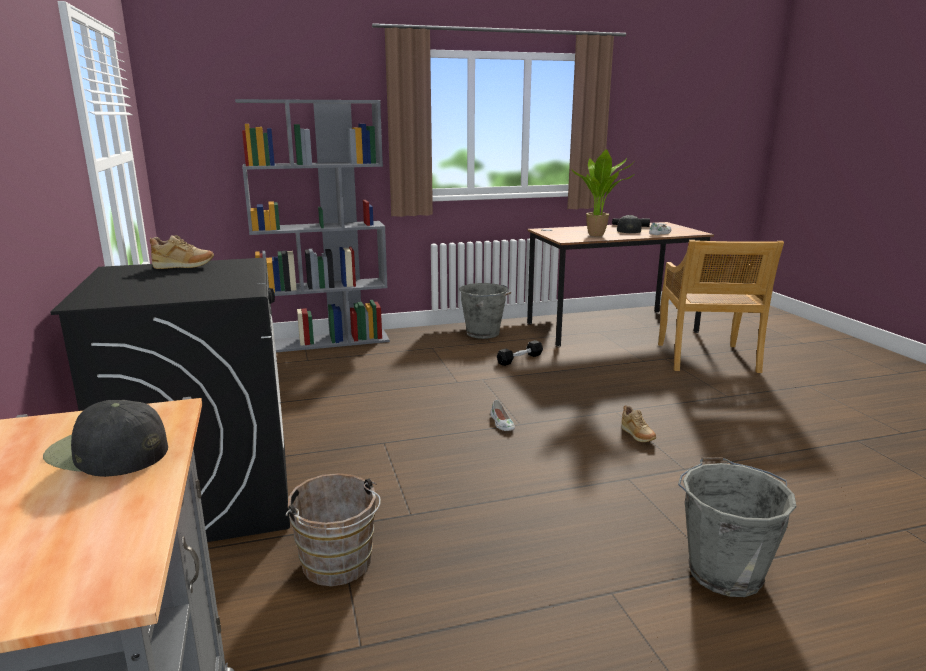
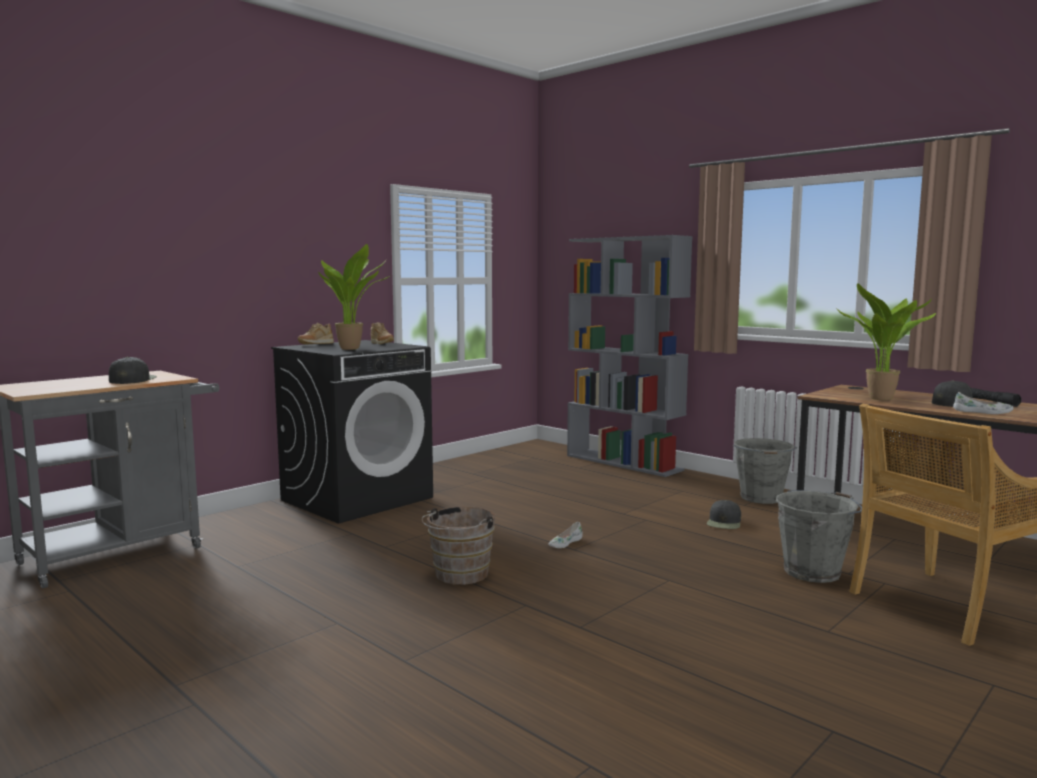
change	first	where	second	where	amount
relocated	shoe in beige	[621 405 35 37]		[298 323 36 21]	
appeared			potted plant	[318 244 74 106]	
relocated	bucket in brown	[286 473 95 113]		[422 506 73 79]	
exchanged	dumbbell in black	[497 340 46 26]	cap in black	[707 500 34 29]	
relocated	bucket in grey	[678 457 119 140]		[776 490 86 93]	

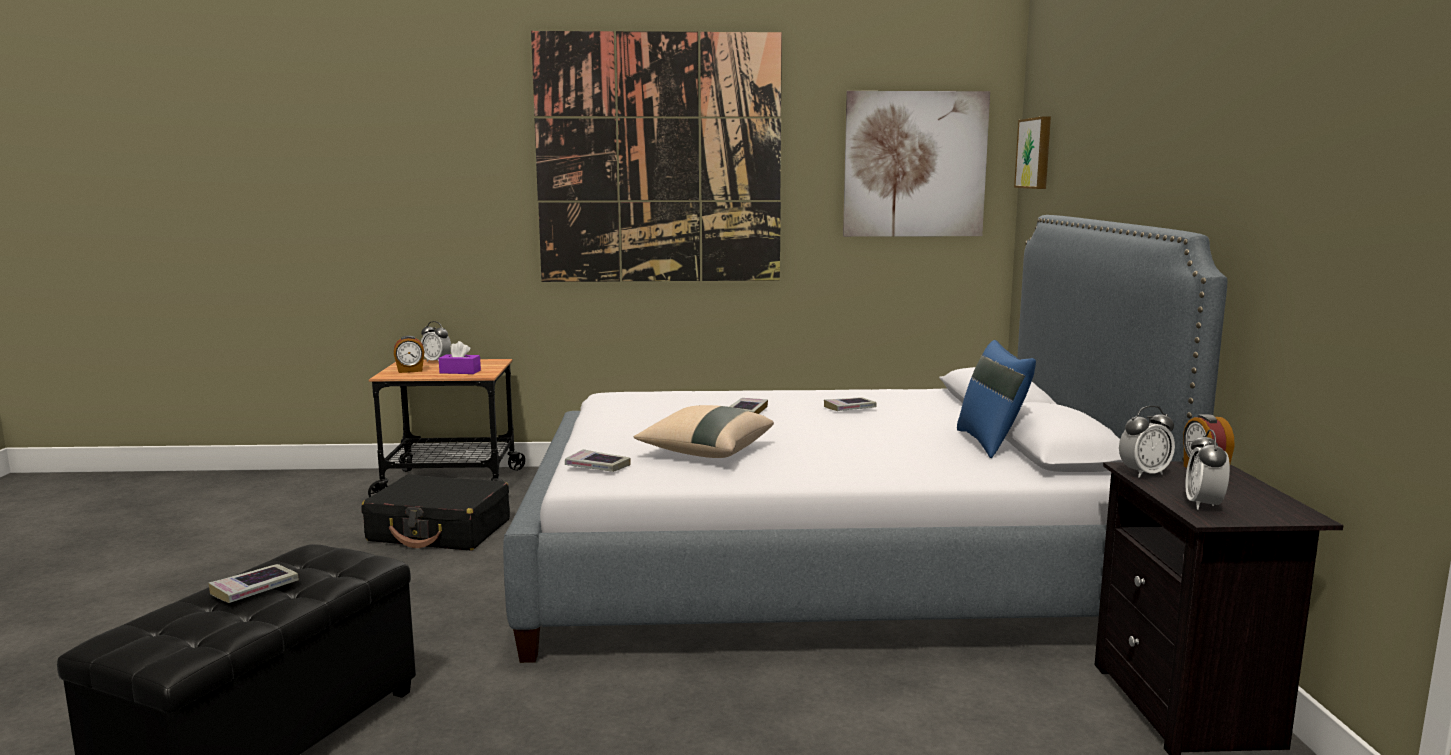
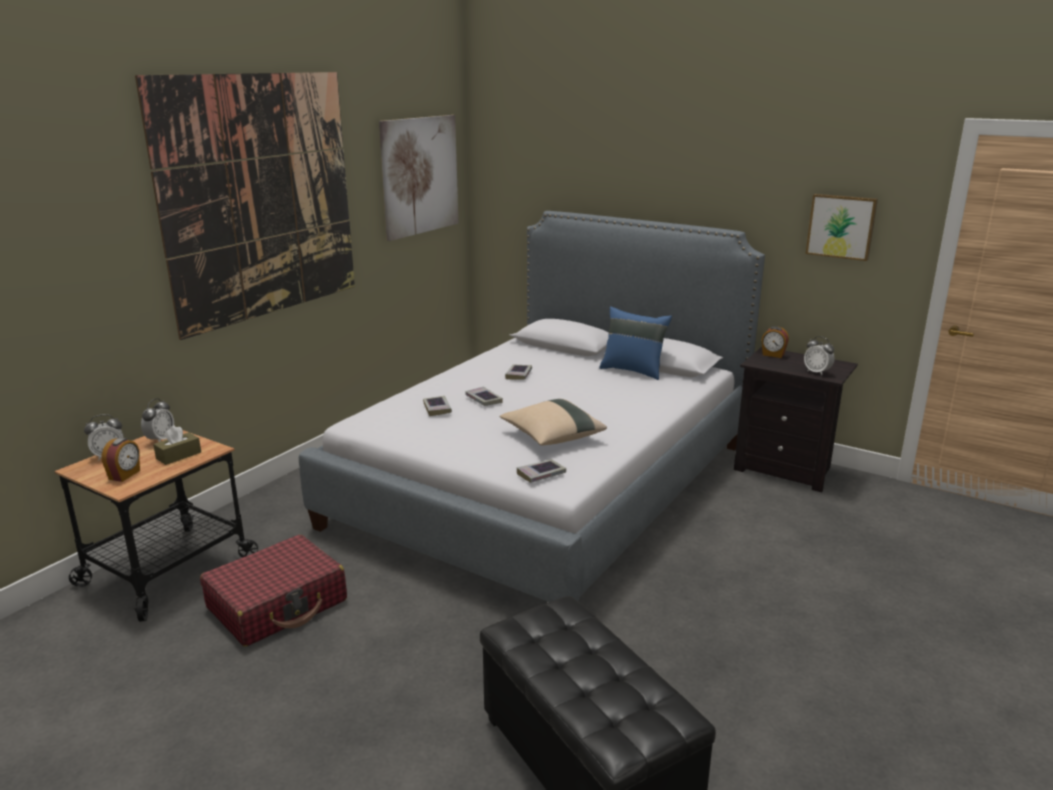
change	first	where	second	where	amount
relocated	alarm clock	[1119 406 56 72]		[141 398 33 44]	
colour	tissue box in purple	[439 341 42 33]	tissue box in brown	[153 425 48 40]	
colour	suitcase in black	[361 474 149 77]	suitcase in red	[200 535 147 112]	
relocated	book	[208 564 91 39]		[423 396 29 20]	
relocated	picture	[1014 116 37 73]		[806 194 72 67]	

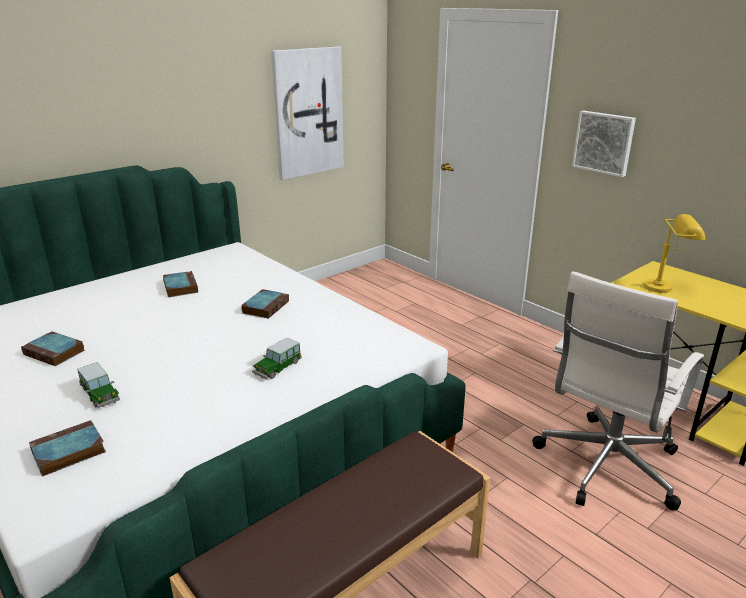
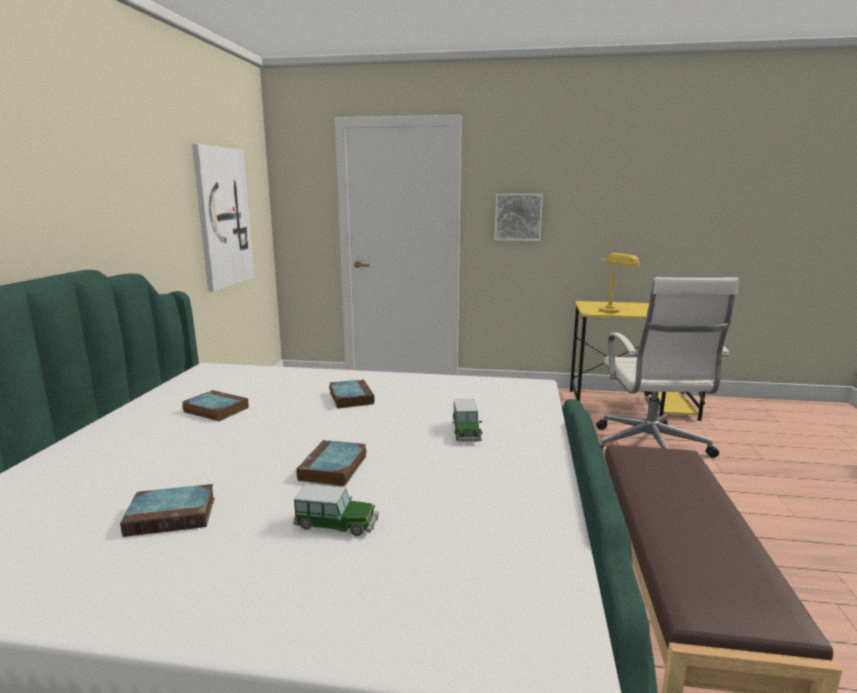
change	first	where	second	where	amount
relocated	book	[29 420 77 57]		[296 440 71 47]	

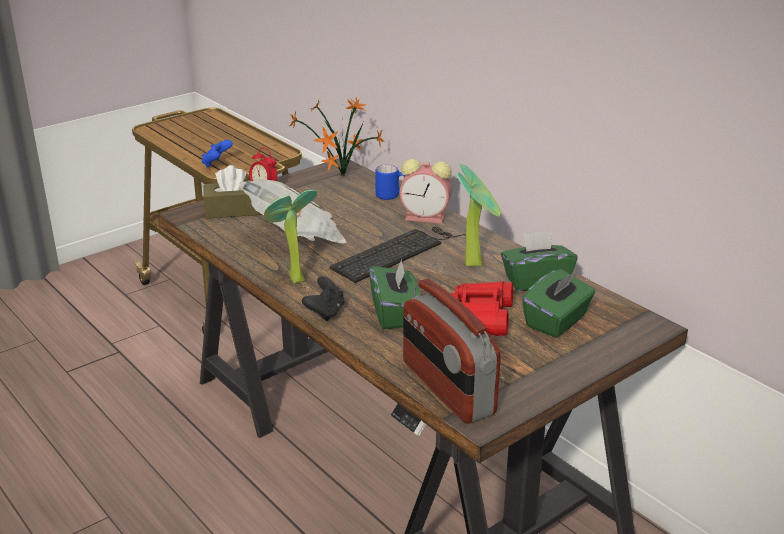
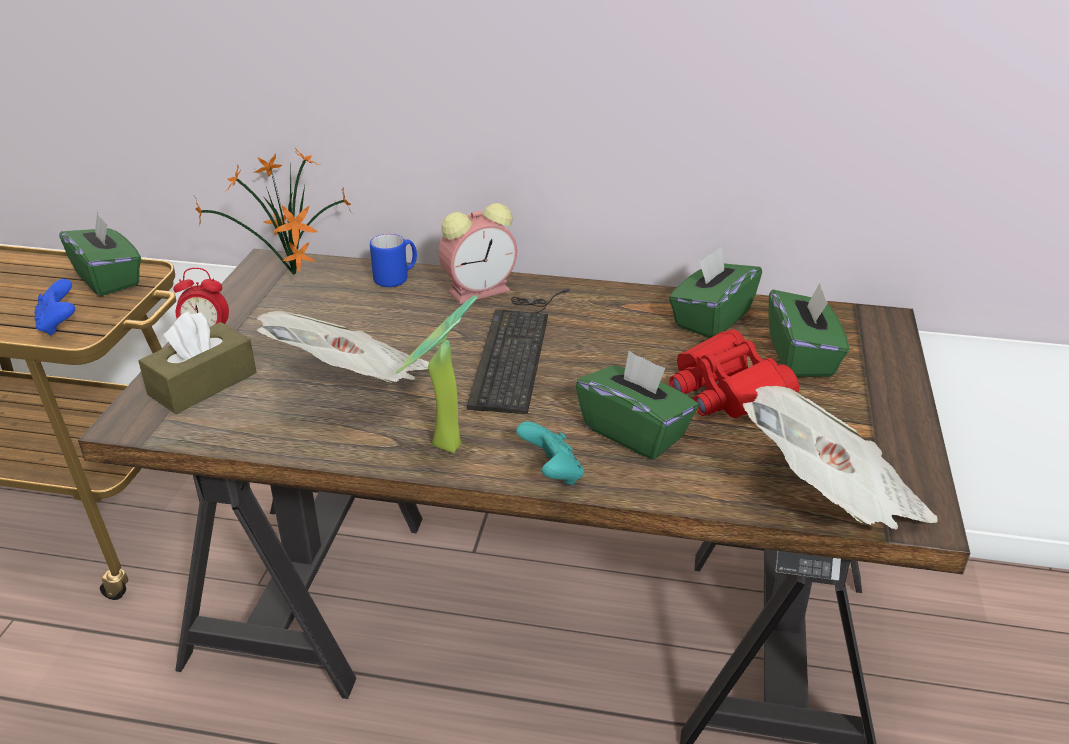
change	first	where	second	where	amount
appeared			tissue box in green	[59 212 82 84]	
colour	game controller in black	[302 276 42 45]	game controller in turquoise	[516 421 68 64]	
exchanged	radio	[403 279 98 145]	newspaper	[743 386 195 144]	
missing	potted plant	[457 164 44 103]			

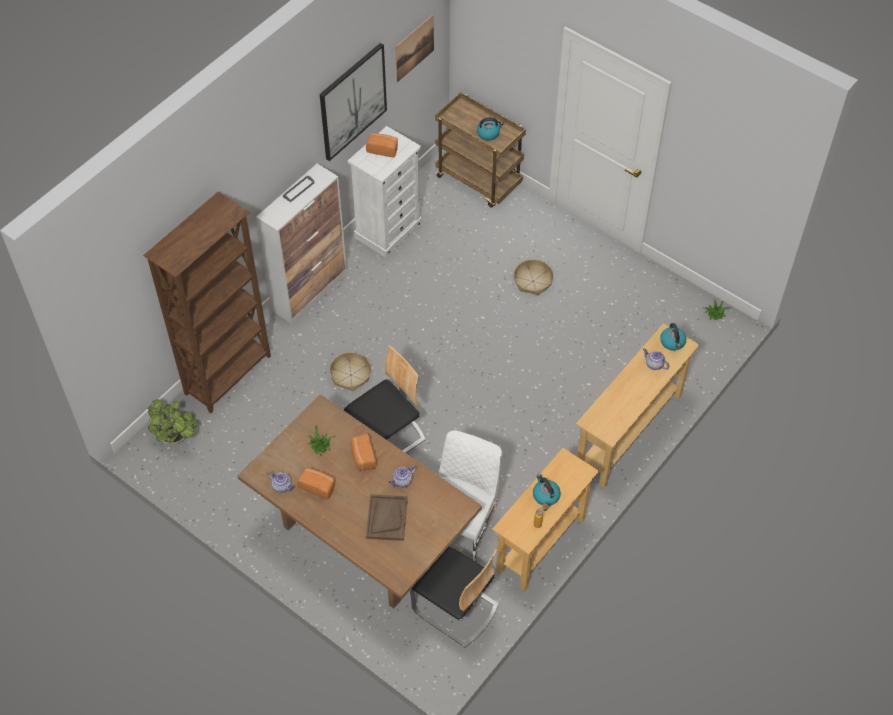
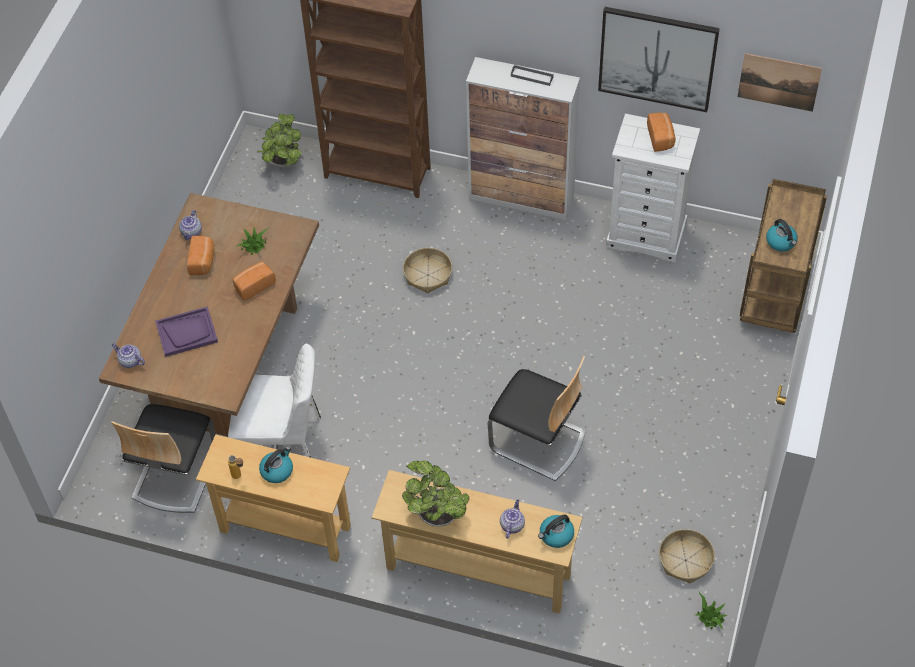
change	first	where	second	where	amount
relocated	teapot	[389 465 27 23]		[112 343 33 25]	
colour	tray in brown	[366 494 42 47]	tray in purple	[155 306 63 51]	
appeared			potted plant	[402 461 67 66]	
relocated	chair	[344 345 82 108]		[487 356 99 125]	
relocated	basket	[514 259 40 36]		[659 529 56 54]	

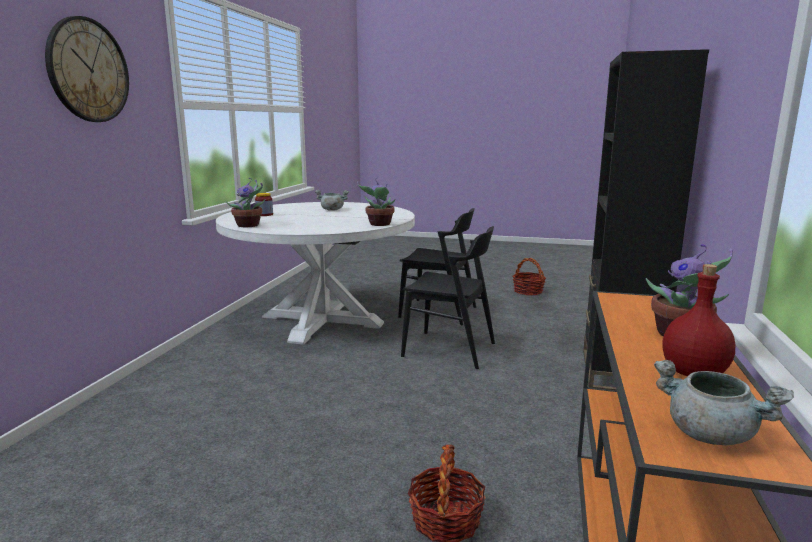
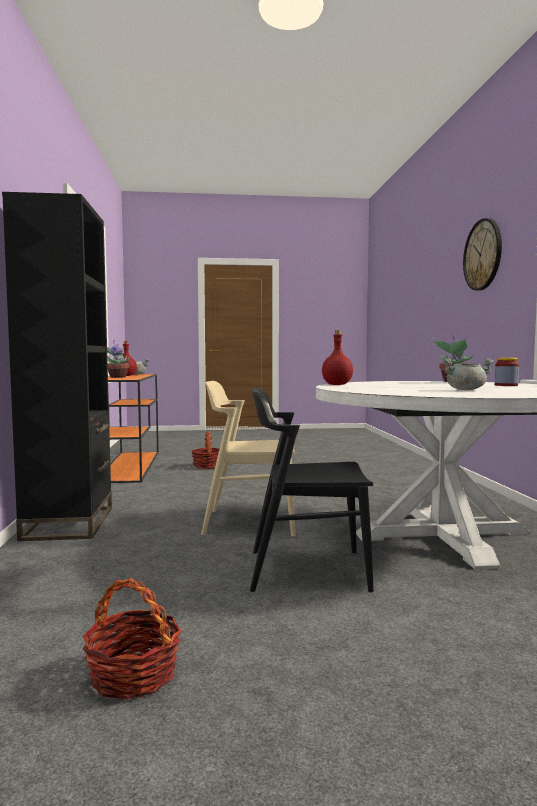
change	first	where	second	where	amount
colour	chair in black	[401 226 94 143]	chair in beige	[201 381 94 155]	
exchanged	potted plant	[357 178 38 48]	bottle in red	[322 330 31 55]	

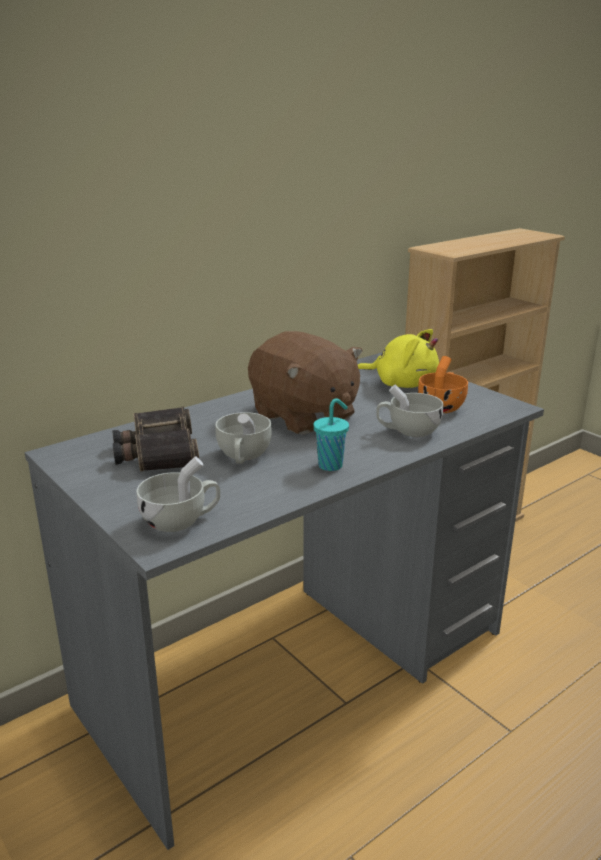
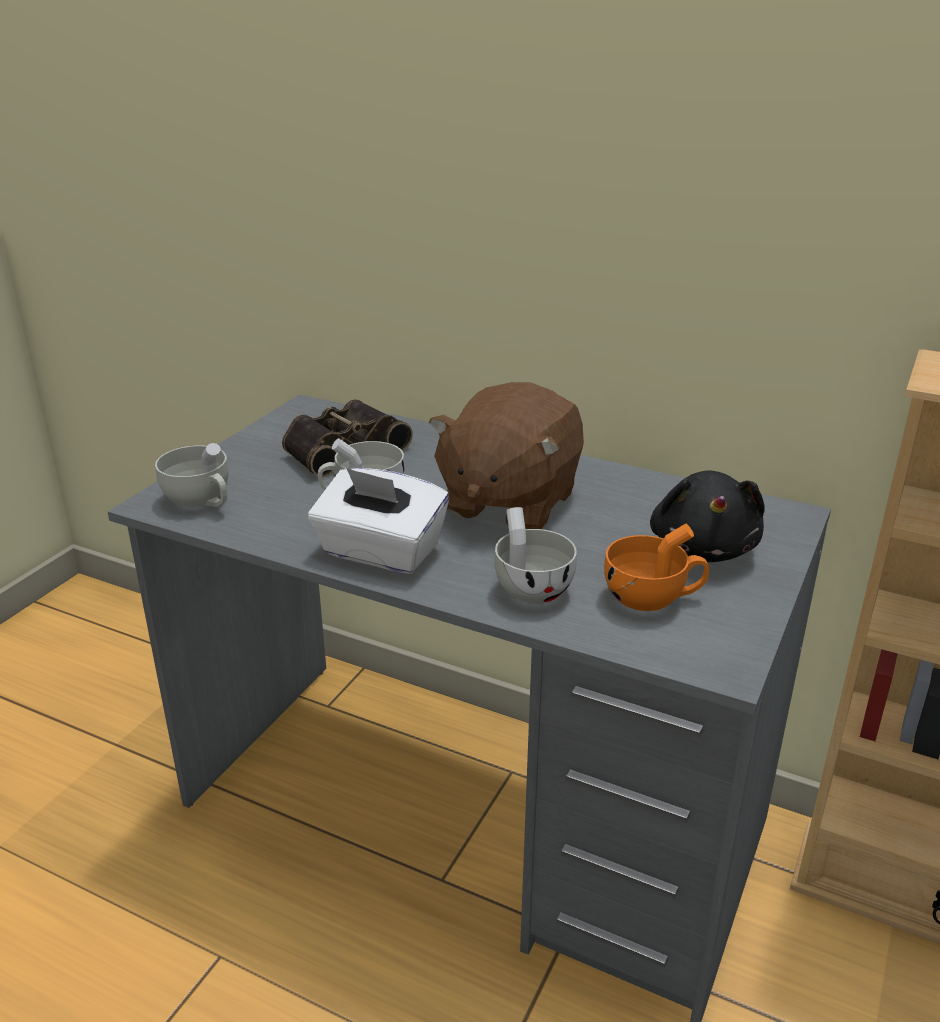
change	first	where	second	where	amount
exchanged	cup in turquoise	[313 398 36 73]	tissue box in white	[308 467 141 107]	
colour	plush toy in yellow	[358 329 81 59]	plush toy in black	[650 470 115 92]	

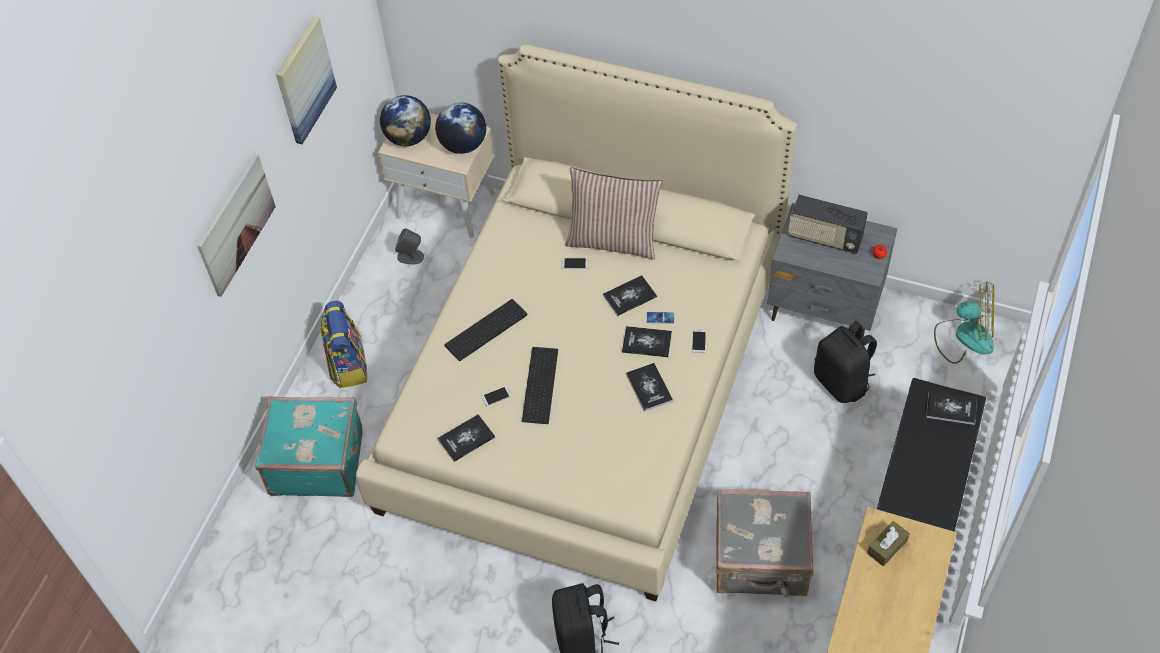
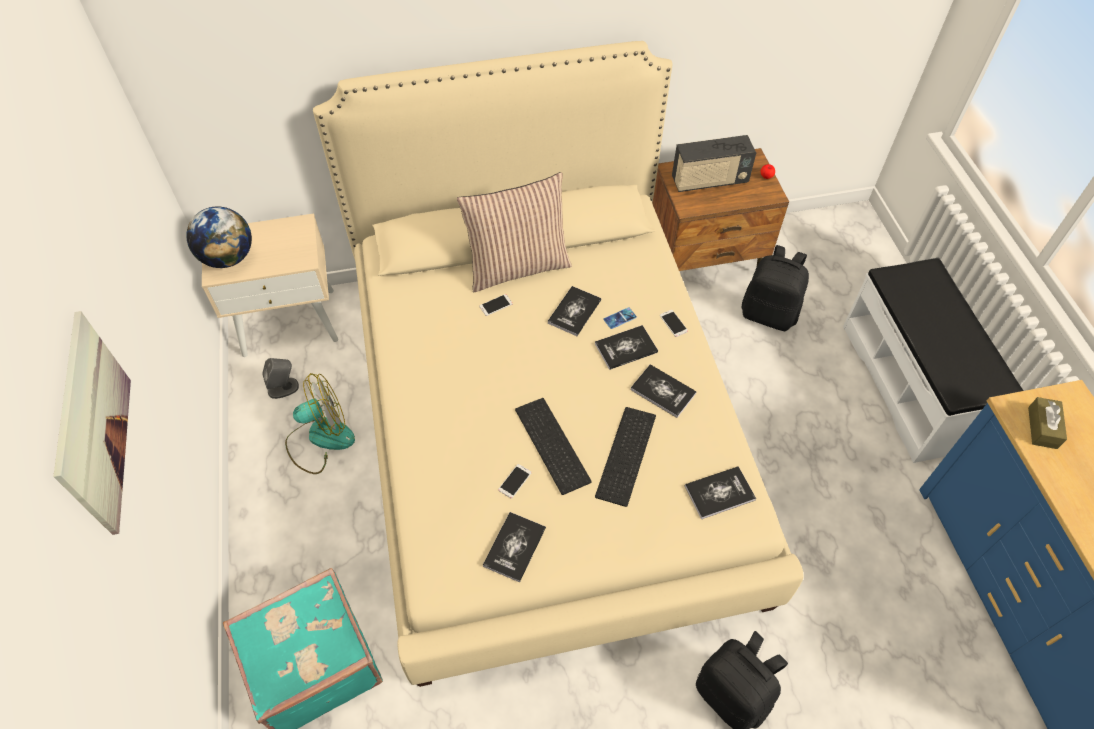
change	first	where	second	where	amount
relocated	fan	[934 281 60 83]		[285 373 70 101]	
relocated	keyboard	[444 299 84 62]		[595 407 61 100]	
colour	nightstand in grey	[767 203 130 134]	nightstand in brown	[652 148 137 123]	
relocated	book	[926 390 51 35]		[685 466 71 53]	
missing	picture	[276 17 61 127]			
missing	backpack	[321 301 46 87]			
missing	globe	[435 102 51 52]			
missing	suitcase in grey	[716 489 97 108]			

